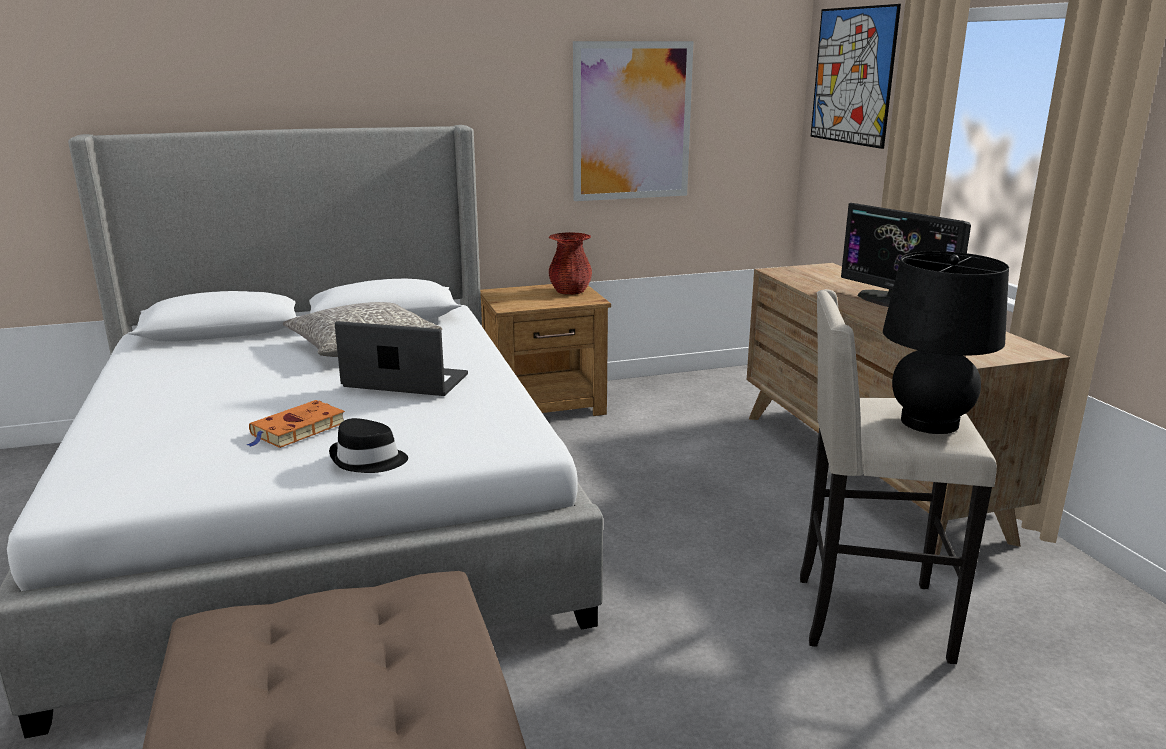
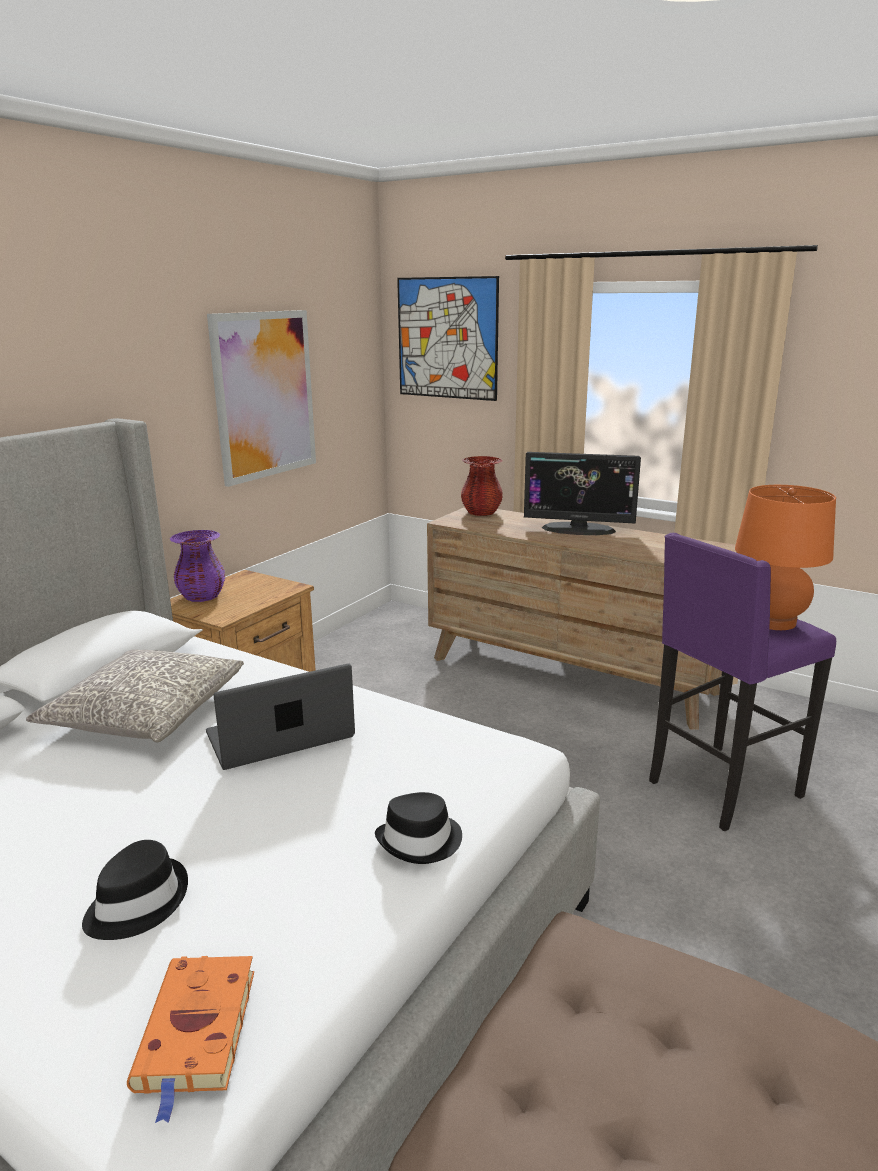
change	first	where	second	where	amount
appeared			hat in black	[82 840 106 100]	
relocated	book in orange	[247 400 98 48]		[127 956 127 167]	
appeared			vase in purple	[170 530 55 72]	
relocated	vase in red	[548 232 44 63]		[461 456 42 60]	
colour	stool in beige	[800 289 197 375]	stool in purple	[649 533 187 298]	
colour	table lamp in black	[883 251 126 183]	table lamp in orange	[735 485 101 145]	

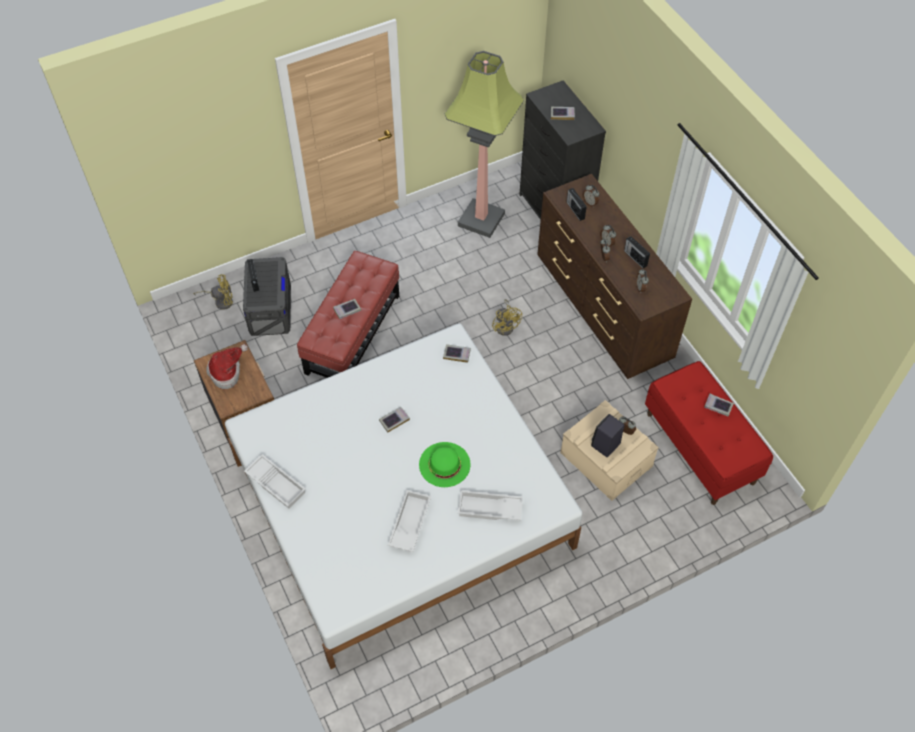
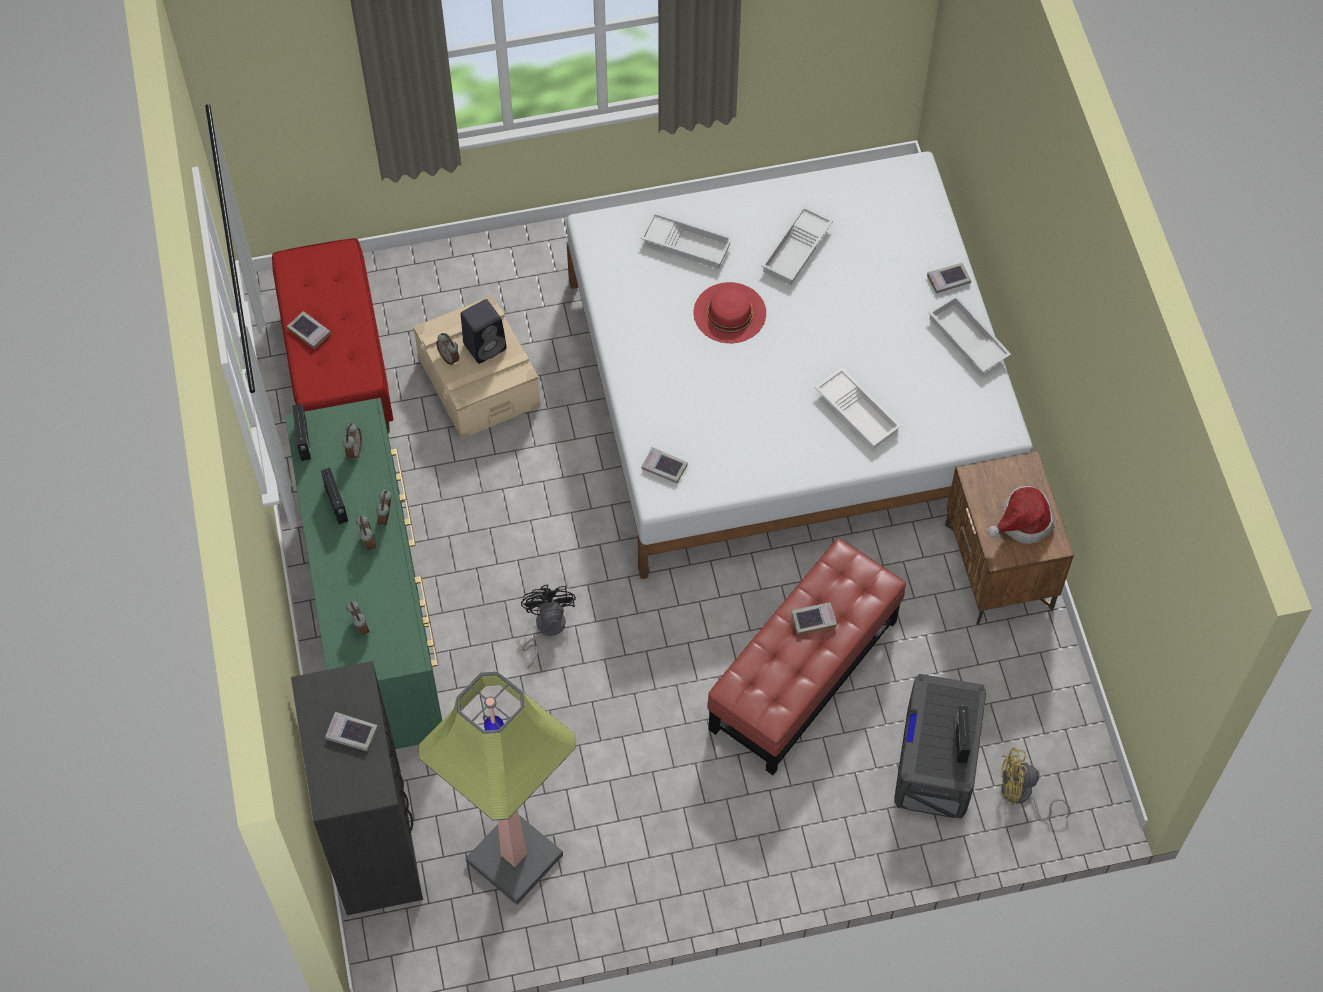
change	first	where	second	where	amount
colour	dresser in brown	[537 174 155 205]	dresser in green	[285 398 157 351]	
relocated	radio	[567 188 20 33]		[292 404 19 57]	
colour	fan in yellow	[492 299 30 37]	fan in black	[521 584 55 84]	
colour	hat in green	[419 442 52 45]	hat in red	[694 282 72 61]	
appeared			tray in white	[815 367 86 82]	
relocated	book	[379 407 31 26]		[927 263 44 30]	

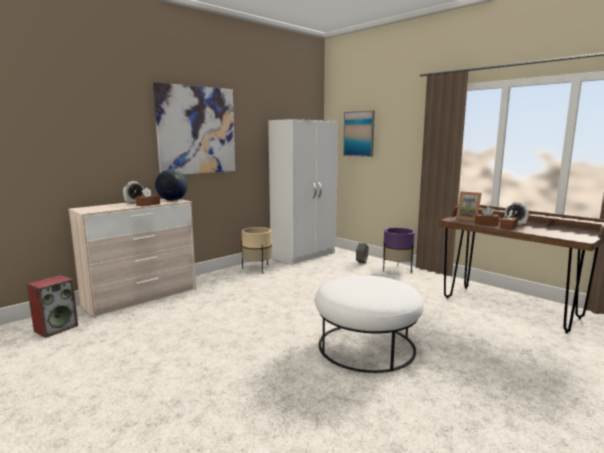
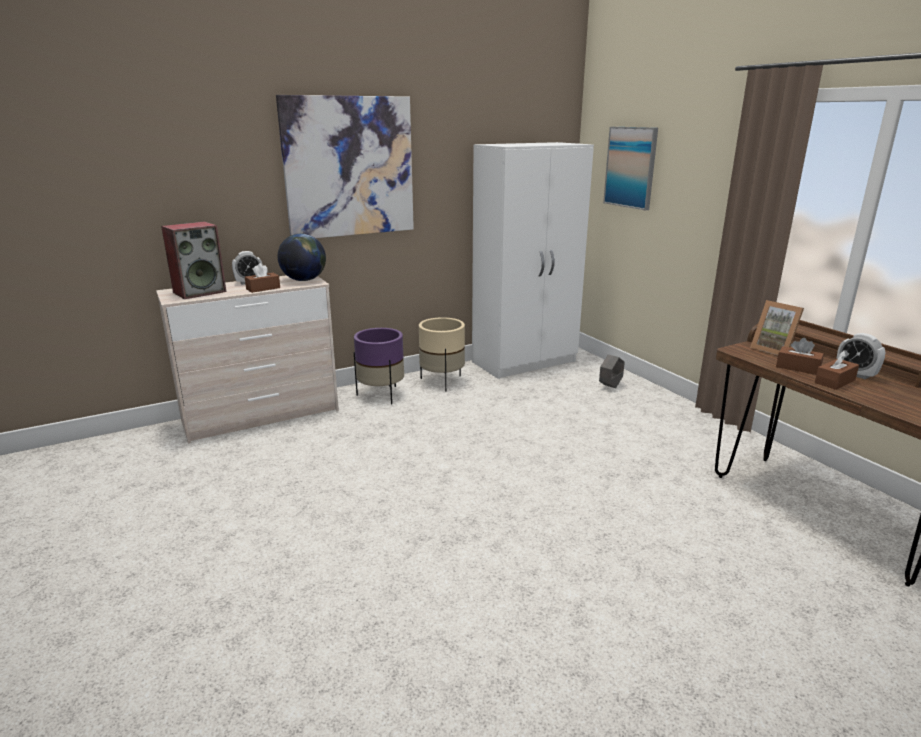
change	first	where	second	where	amount
relocated	speaker	[27 275 51 63]		[161 221 66 78]	
relocated	planter in purple	[383 228 32 45]		[354 328 50 77]	
missing	ottoman in white	[315 275 109 98]			

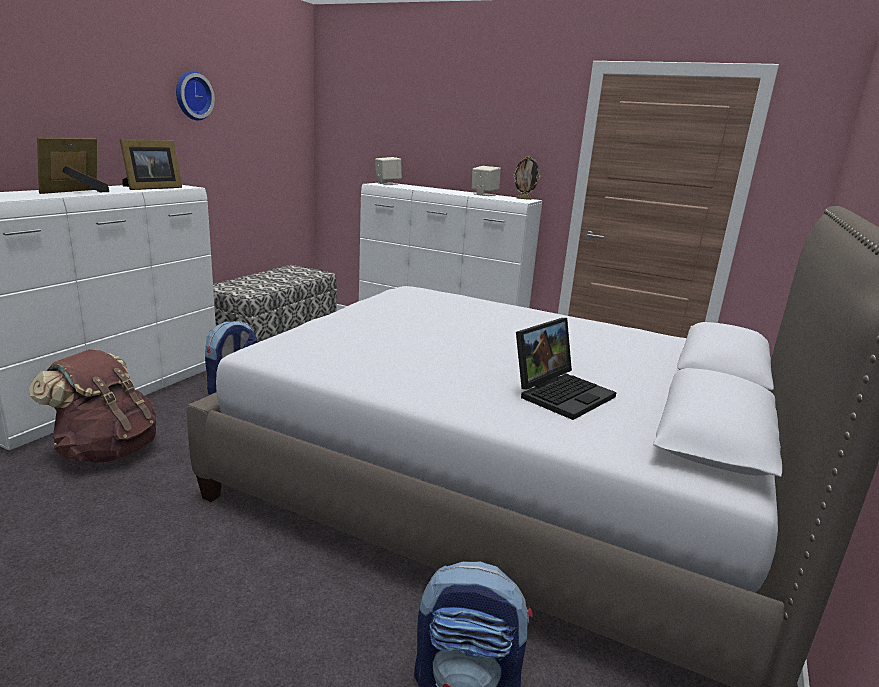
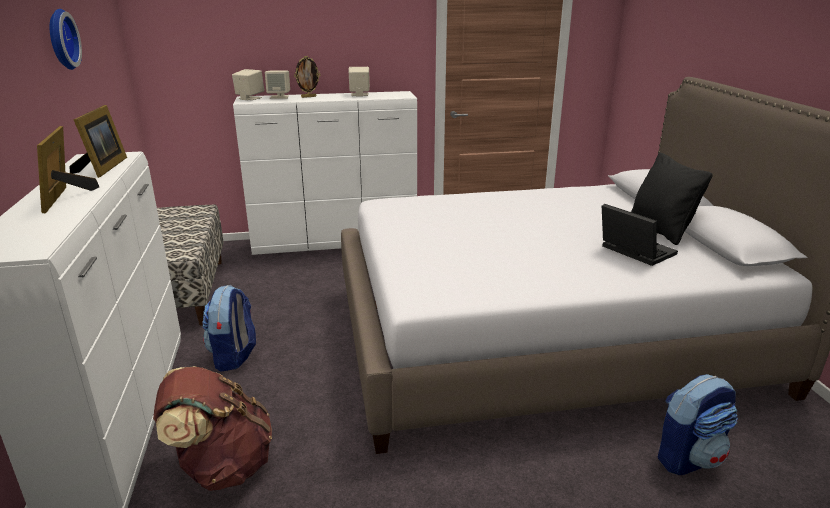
change	first	where	second	where	amount
appeared			speaker in beige	[265 71 25 28]	
relocated	picture frame	[513 156 28 44]		[294 56 26 42]	
spun	laptop	[516 318 100 102]		[602 204 76 62]	45 degrees counterclockwise
appeared			pillow in black	[631 153 82 92]	

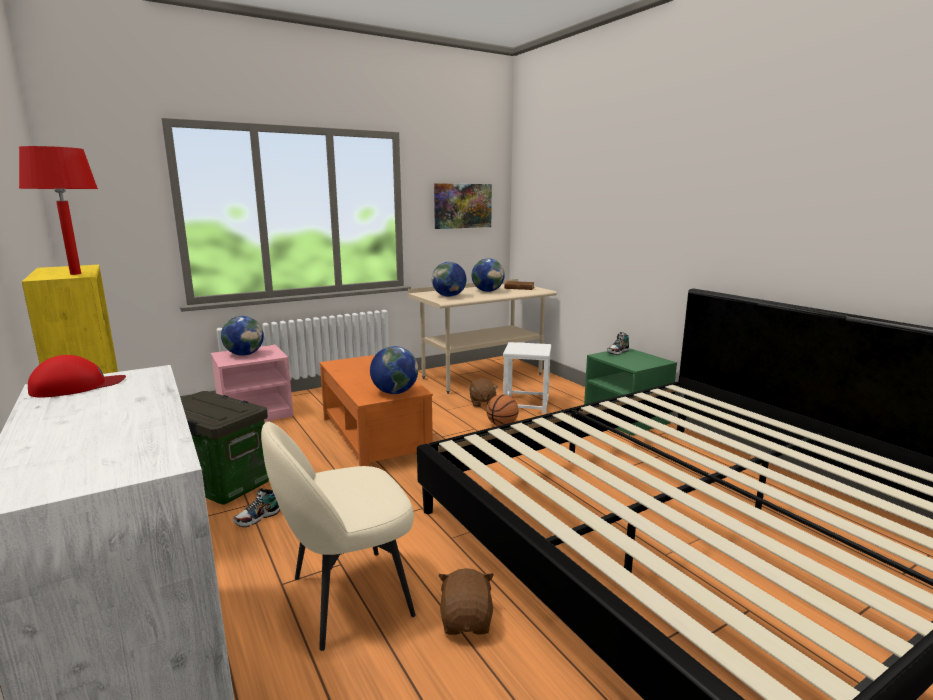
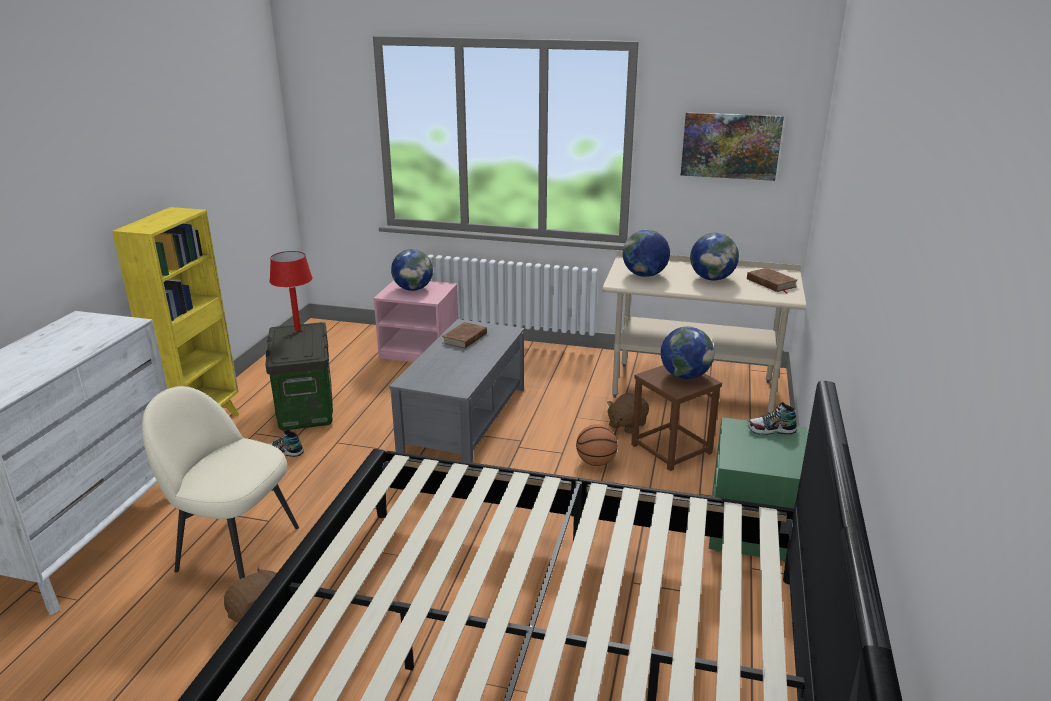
change	first	where	second	where	amount
relocated	table lamp in red	[19 146 79 129]		[270 251 42 80]	
colour	coffee table in orange	[320 355 113 111]	coffee table in grey	[389 319 136 144]	
appeared			book in brown	[442 322 45 27]	
colour	stool in white	[503 342 49 72]	stool in brown	[631 365 91 106]	
relocated	globe	[370 346 48 48]		[661 327 53 52]	
missing	cap in red	[28 355 98 43]			

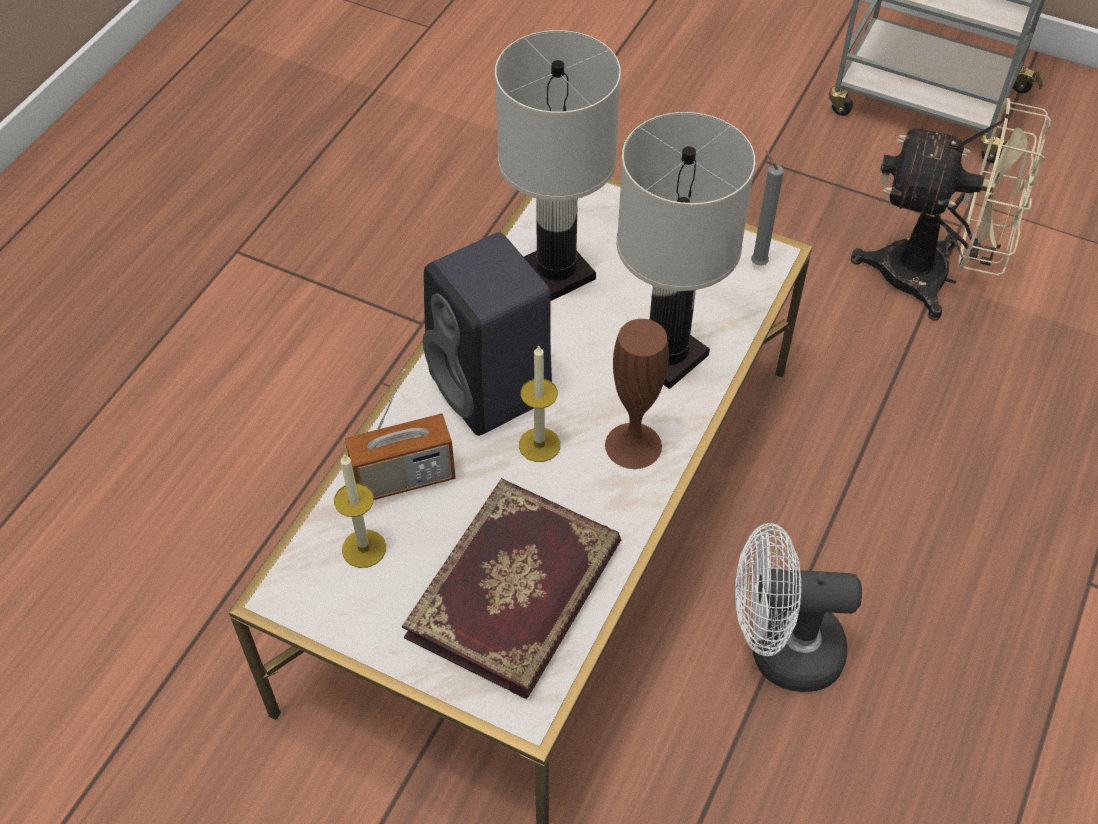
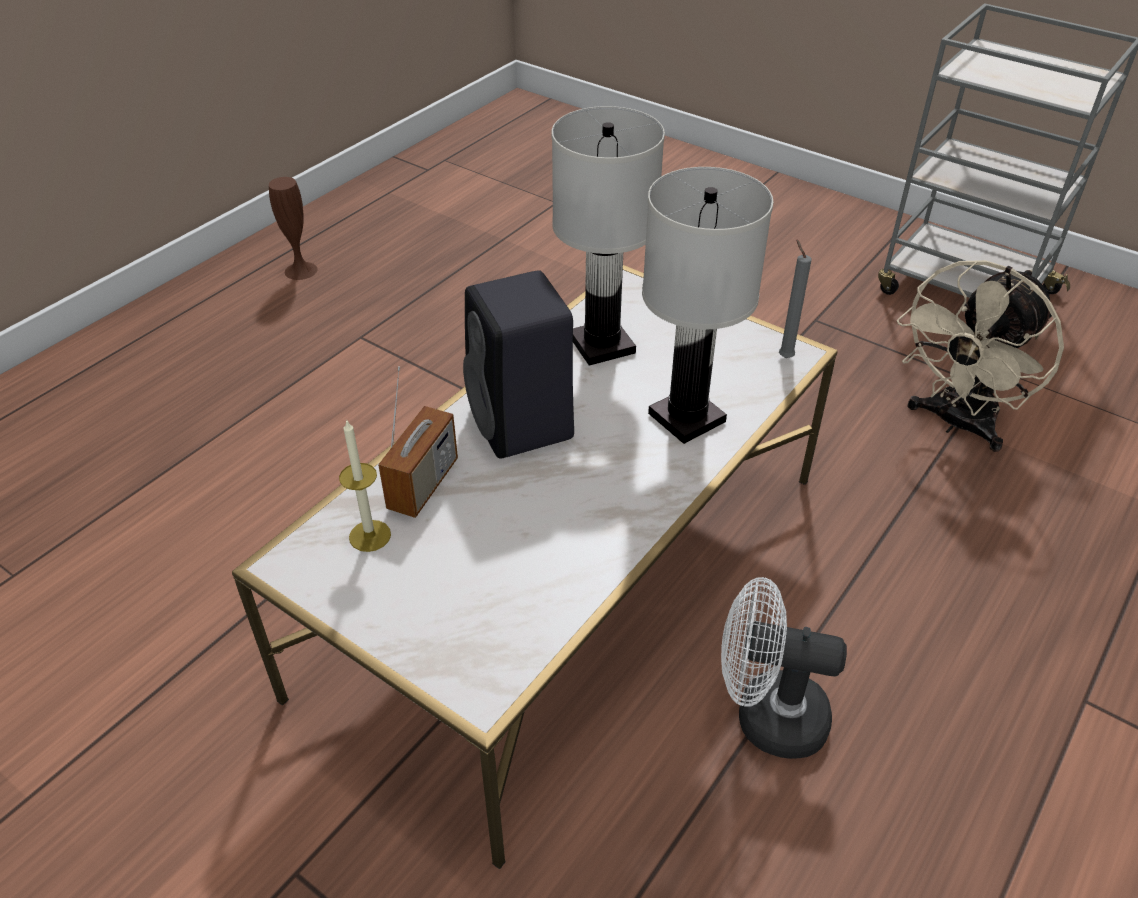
change	first	where	second	where	amount
relocated	vase in brown	[605 319 64 150]		[269 177 49 103]	
spun	radio	[345 369 111 131]		[378 367 80 151]	60 degrees counterclockwise
spun	fan in beige	[851 98 200 222]		[897 260 167 192]	105 degrees clockwise
missing	book	[402 478 219 221]			
missing	candle	[519 345 41 117]			

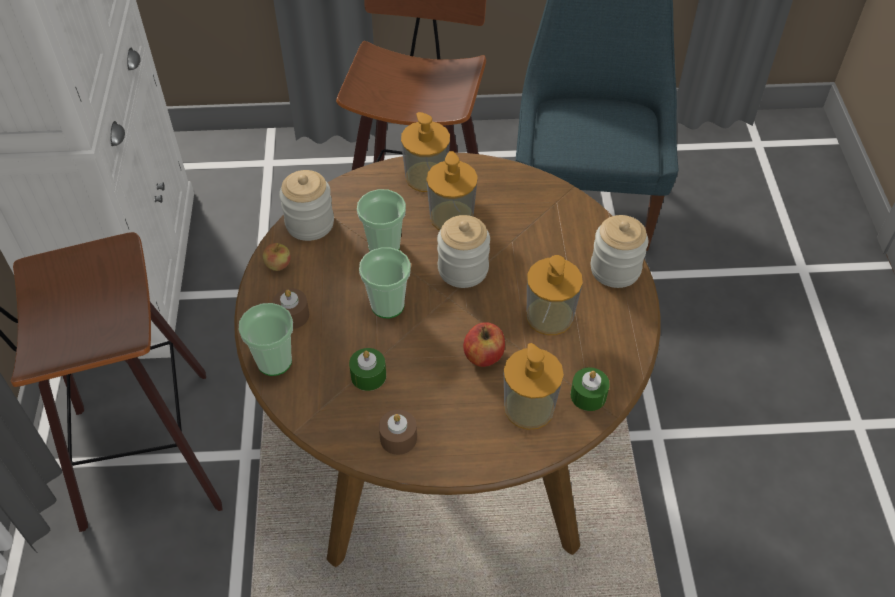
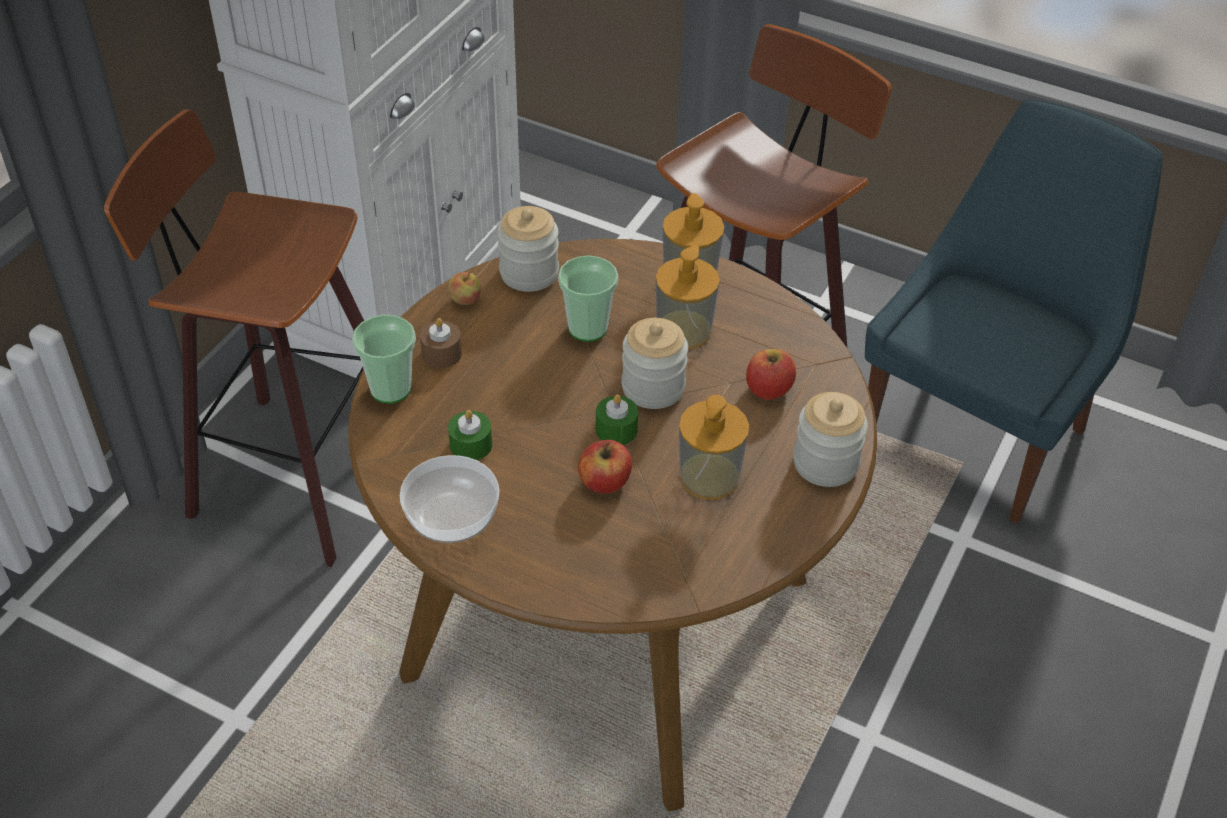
change	first	where	second	where	amount
exchanged	candle in brown	[379 410 38 45]	bowl	[400 455 99 88]	
relocated	candle in green	[571 367 39 44]		[596 395 42 50]	
appeared			apple	[746 349 50 51]	
missing	cup	[359 247 52 71]			
missing	soap dispenser	[504 343 60 87]			

